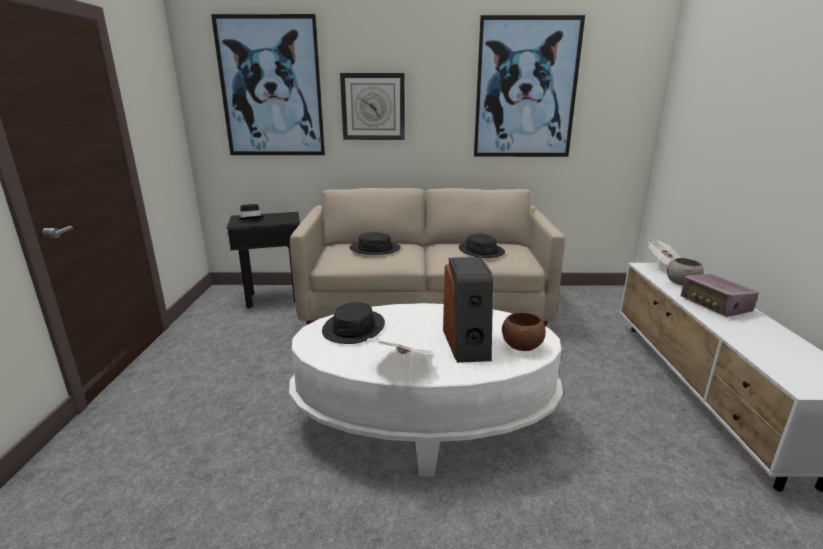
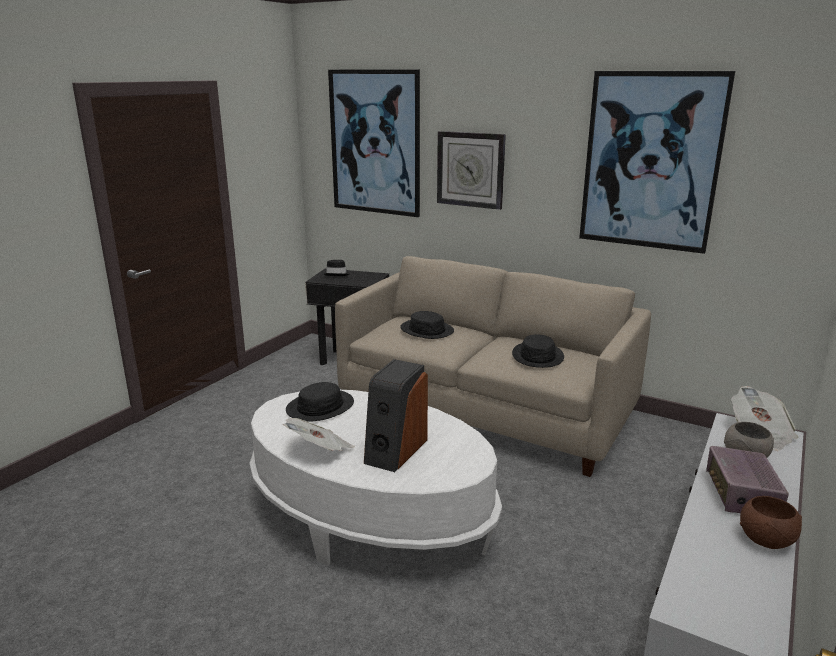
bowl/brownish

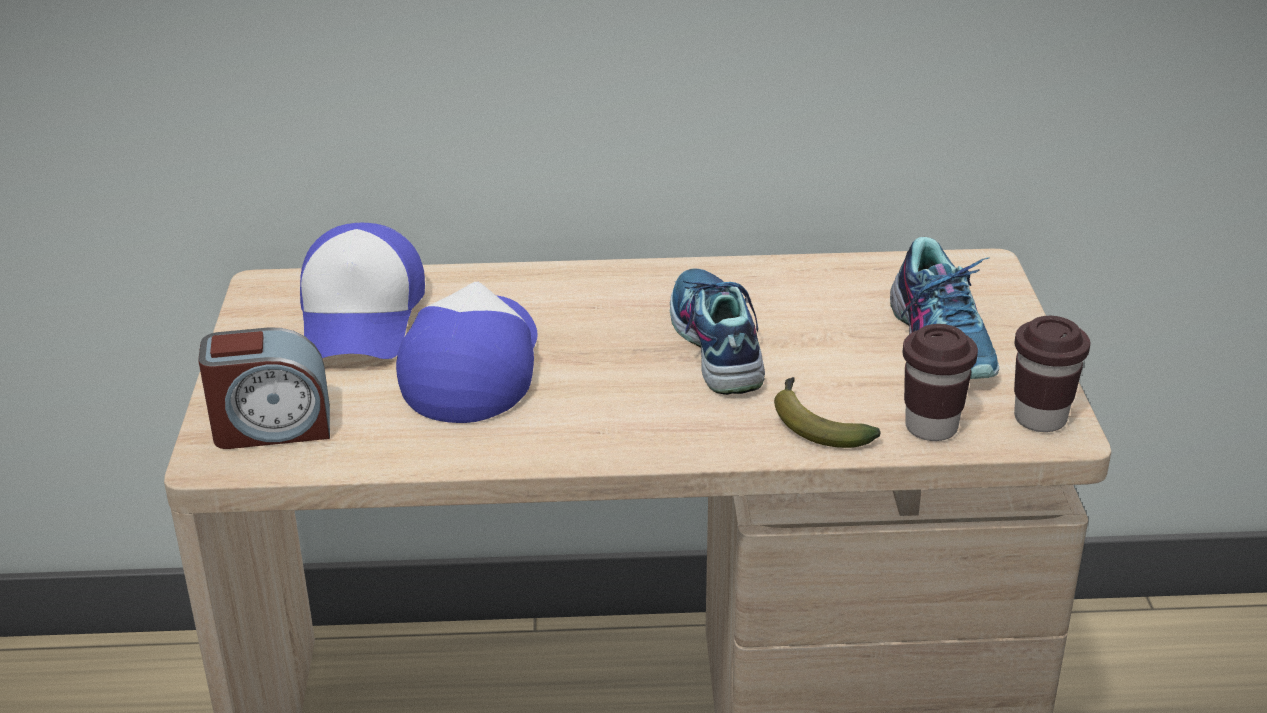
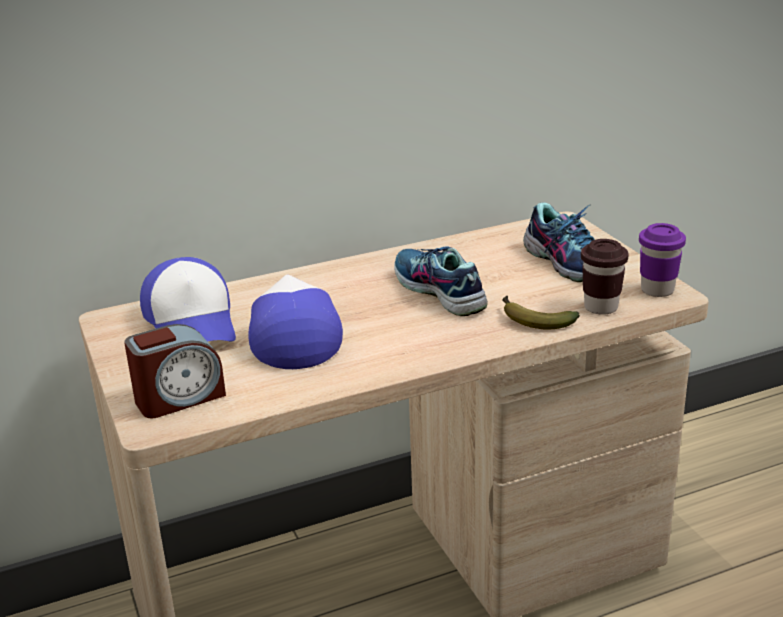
drinking cup/purple

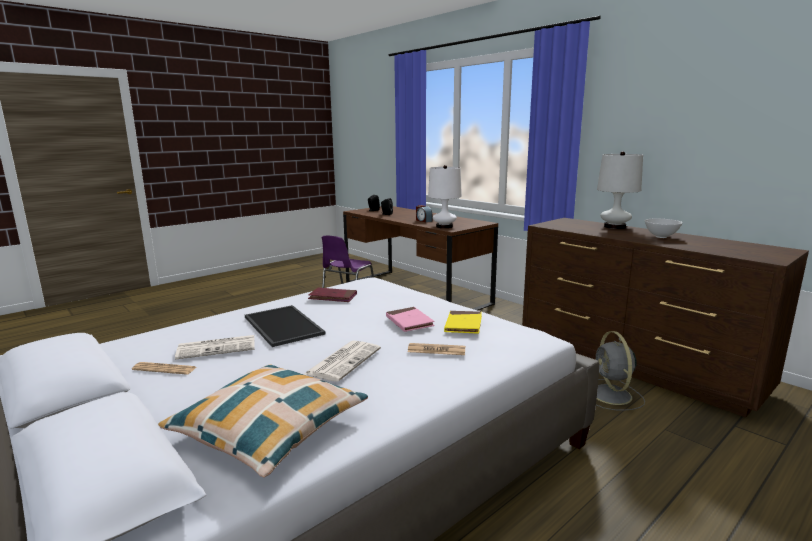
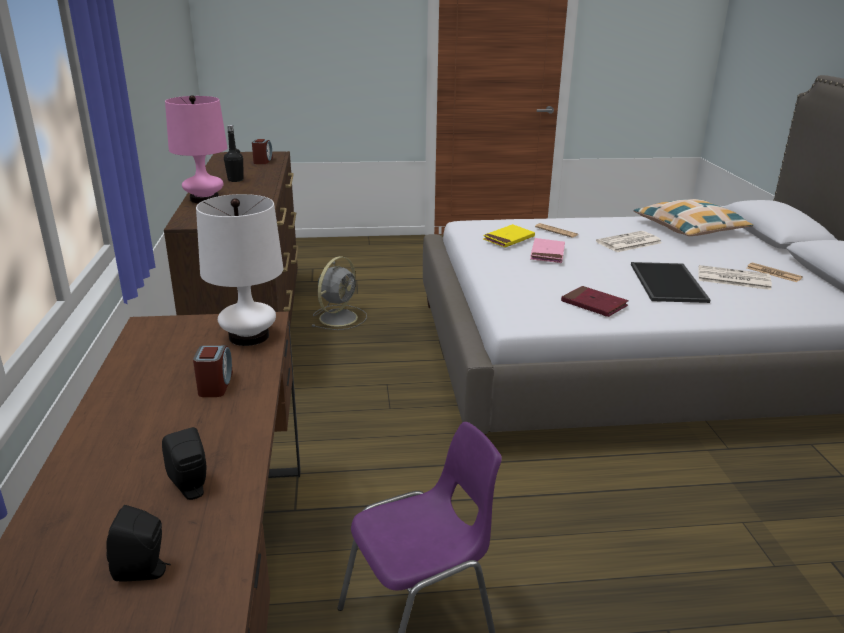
lamp for a table/pinkish
drink bottle/blackish
table clock (no. 2 from left)

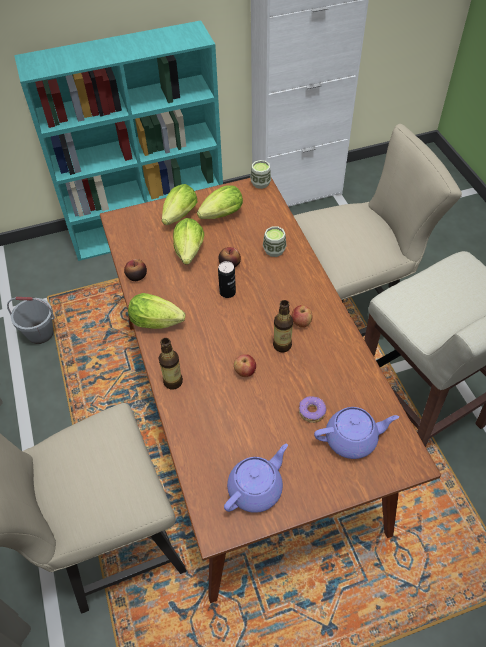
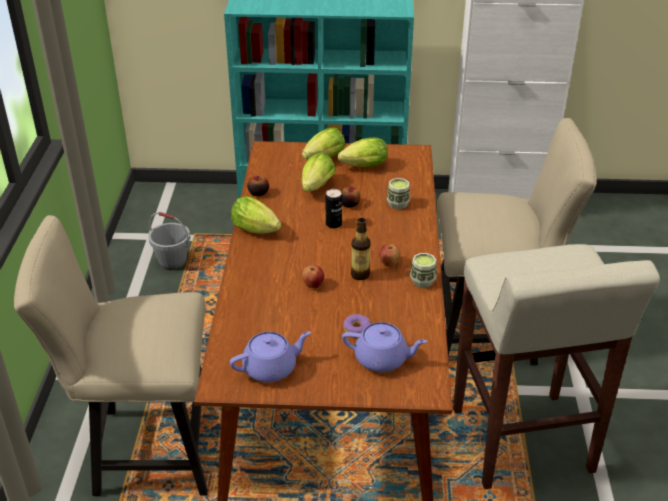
drink bottle (no. 1 from left in the first image)
drinking cup (no. 2 from left)

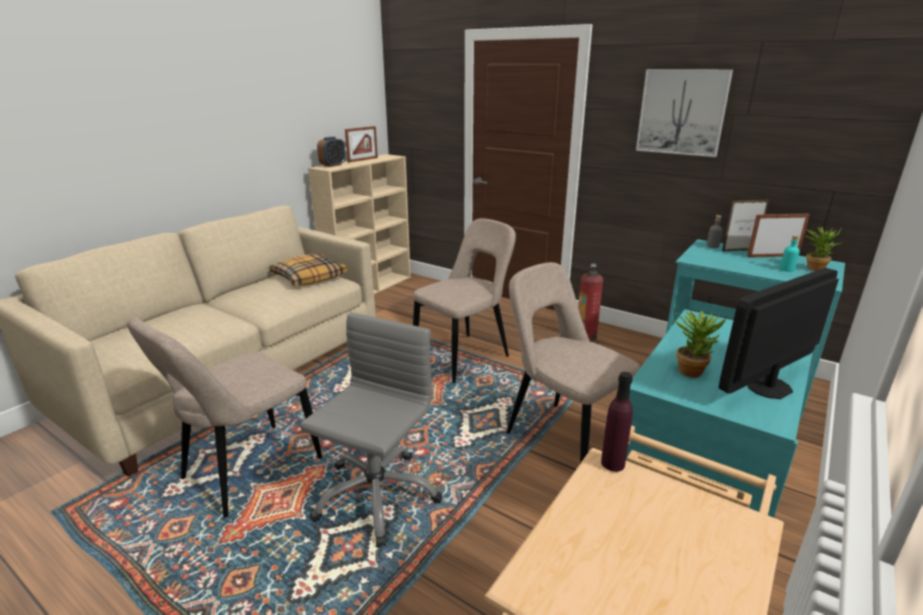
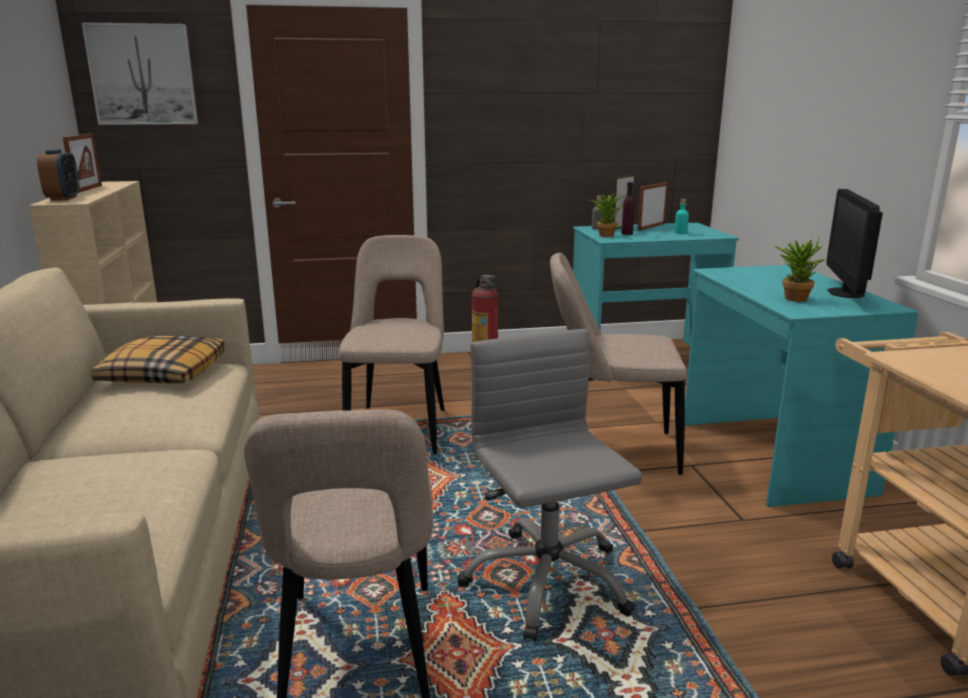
drink bottle/purple
wall picture
potted plant (no. 1 from left)

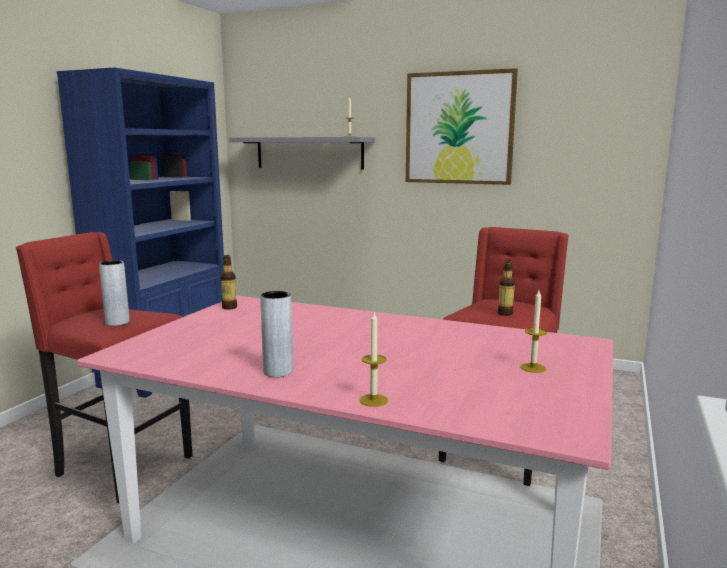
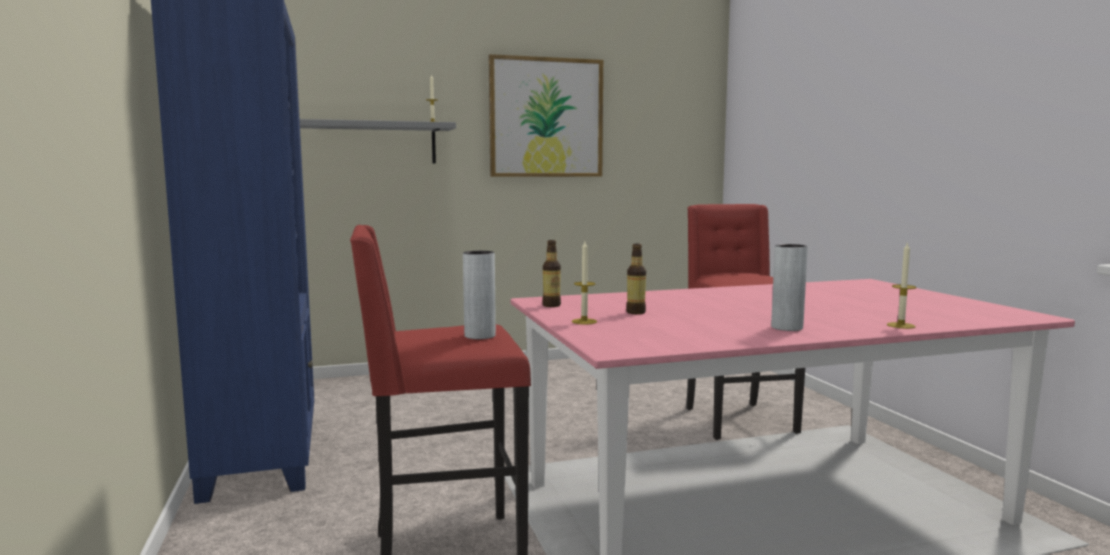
drink bottle (no. 2 from left)
candle (no. 2 from left)

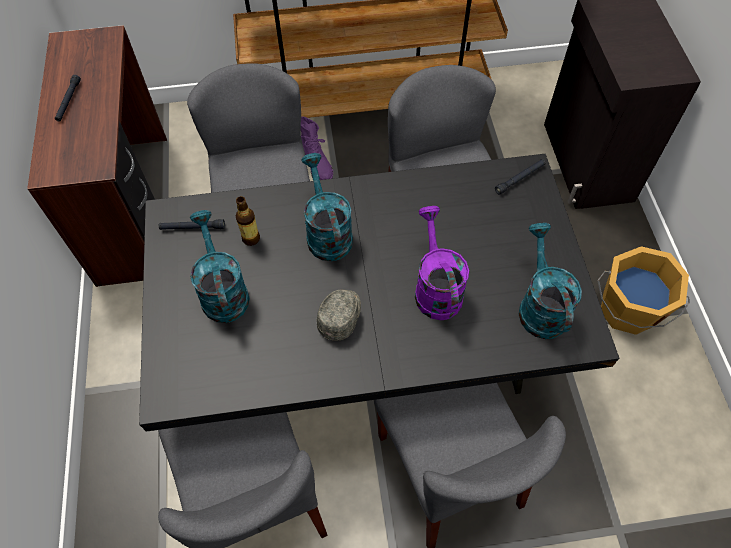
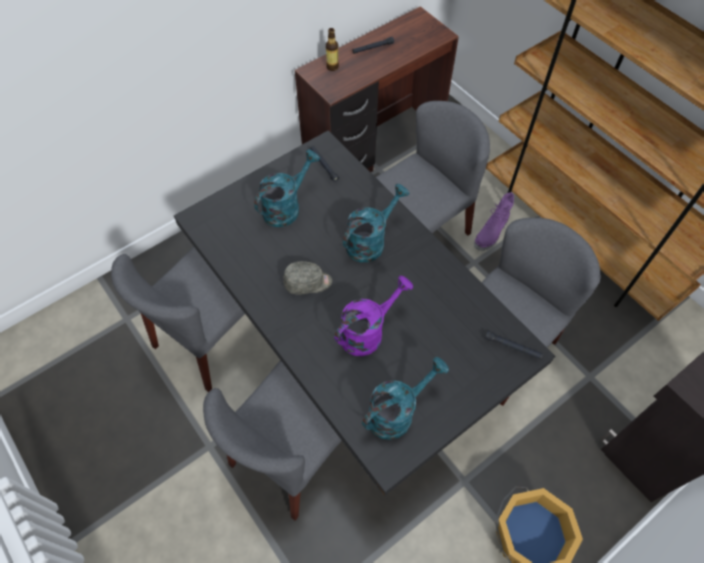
drink bottle

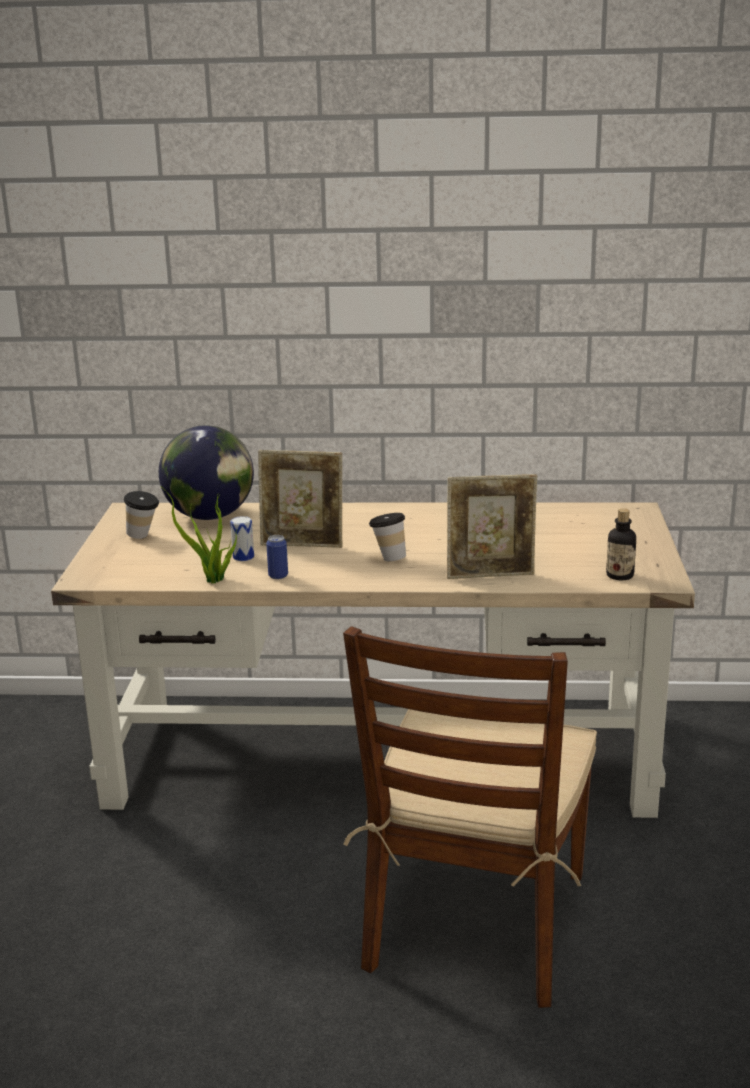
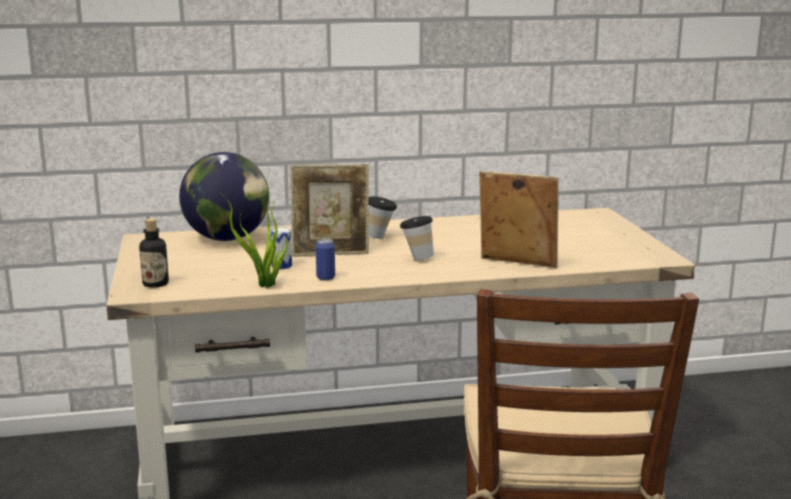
drinking cup (no. 1 from left)
standing frame (no. 2 from left)
drink bottle

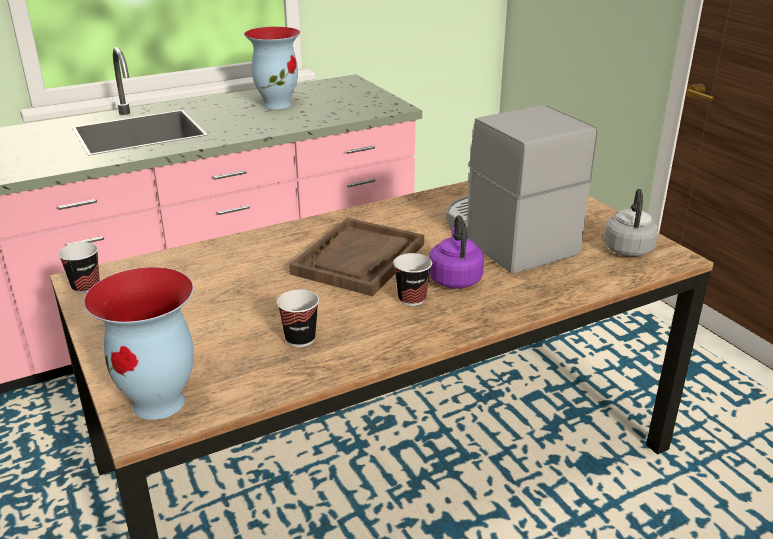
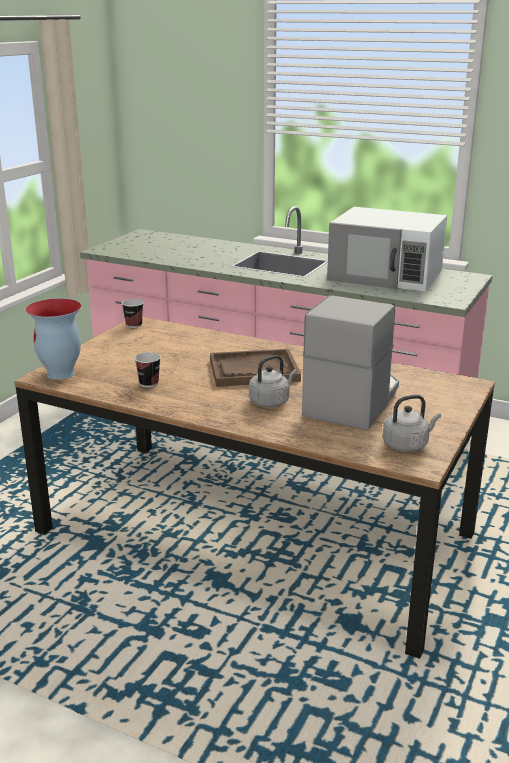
microwave/whitish
drinking cup (no. 3 from left in the first image)
tea kettle/gray (no. 1 from left)

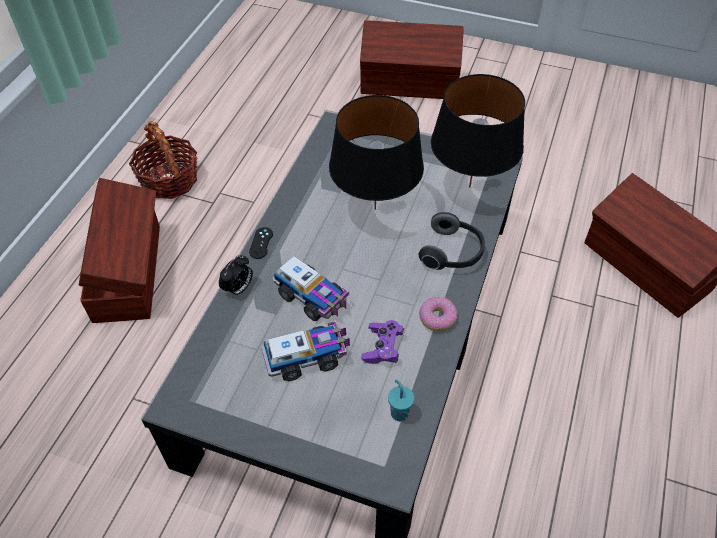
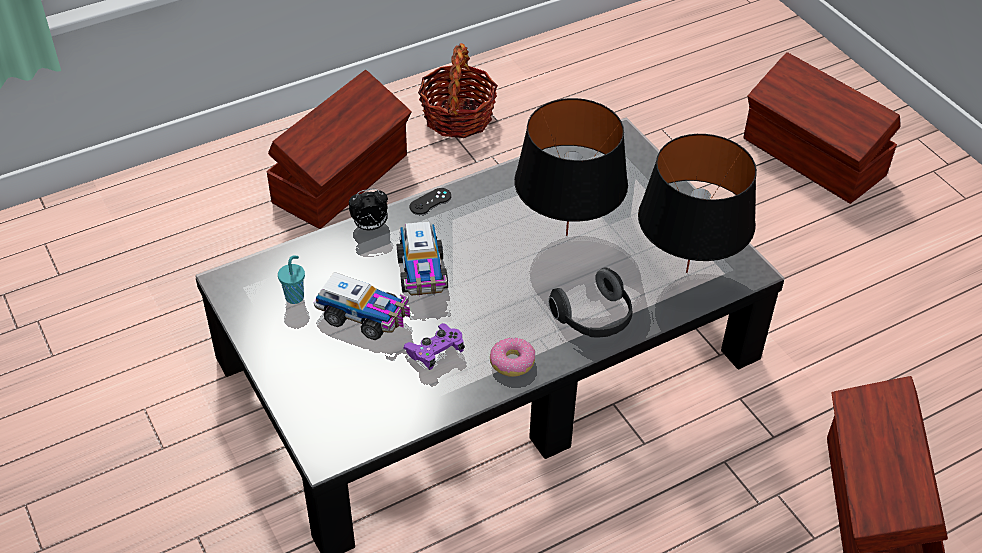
drinking cup/blue-green

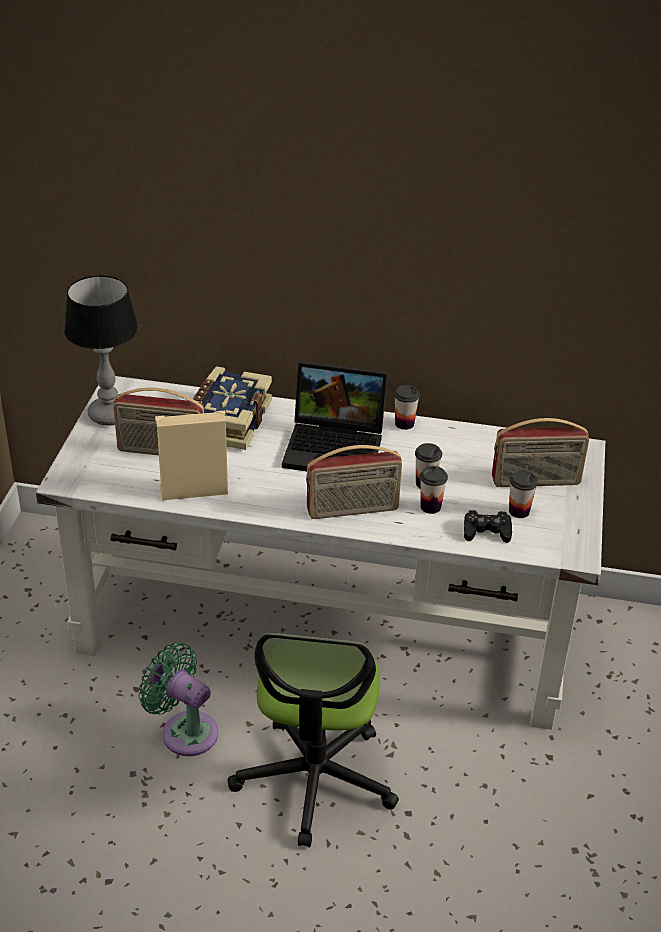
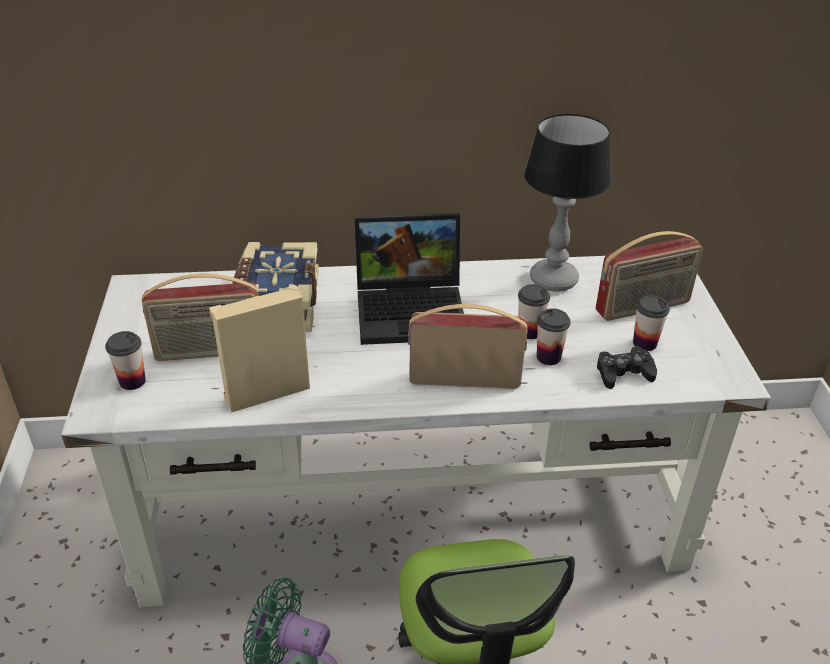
lamp for a table
radio (no. 2 from left)
drinking cup (no. 1 from left)

